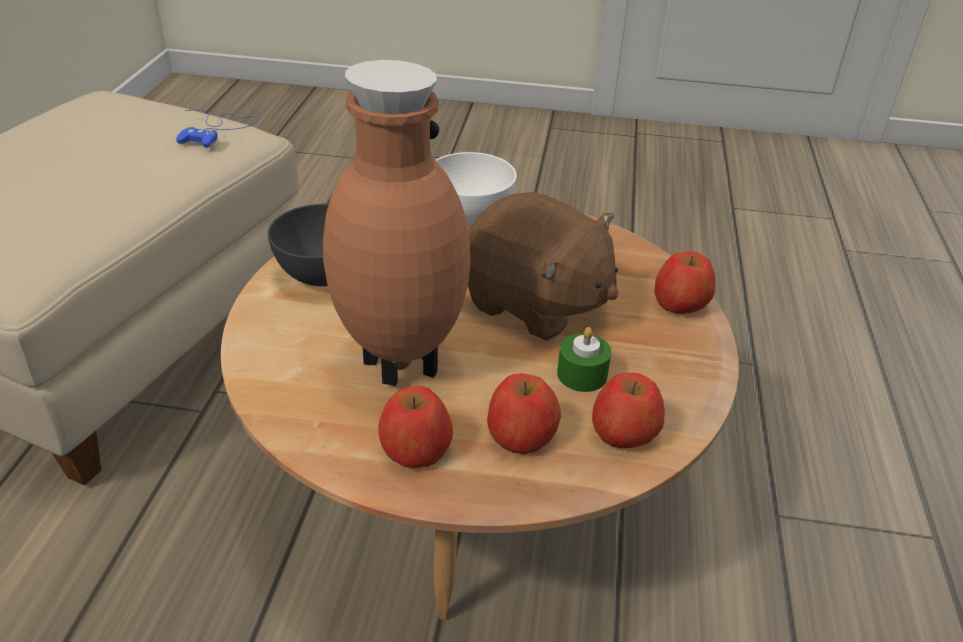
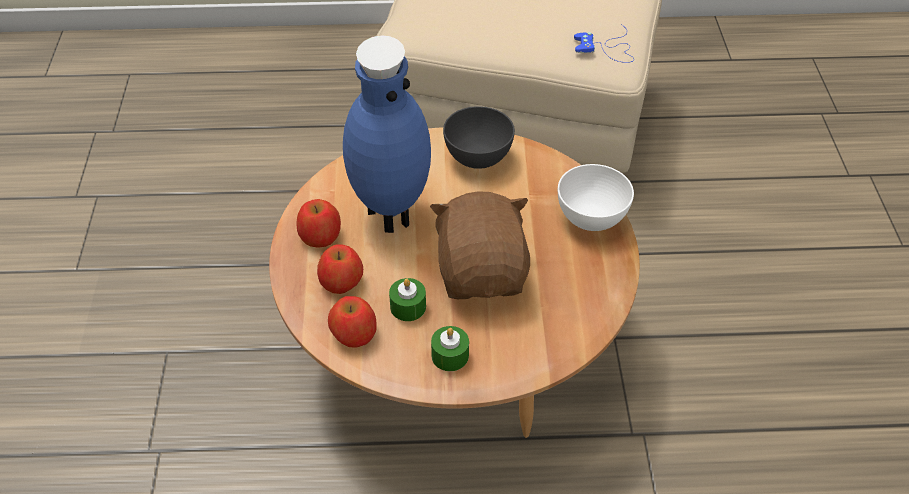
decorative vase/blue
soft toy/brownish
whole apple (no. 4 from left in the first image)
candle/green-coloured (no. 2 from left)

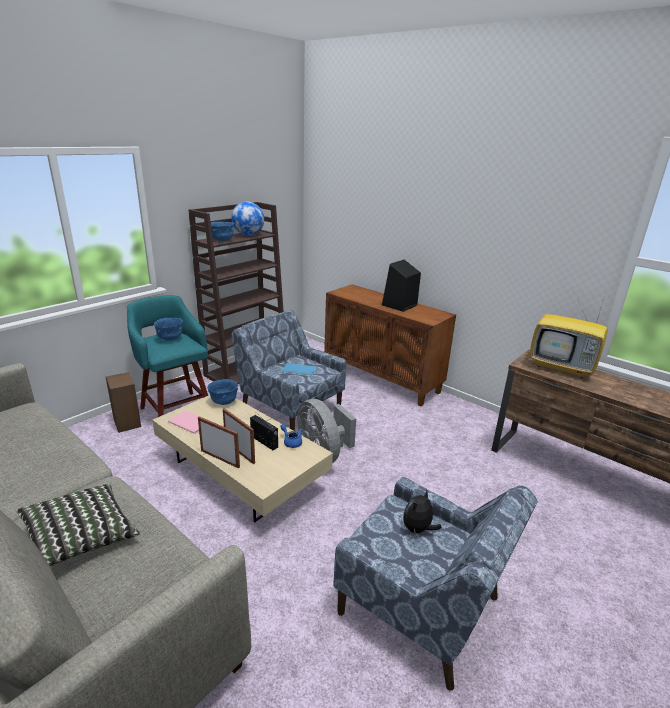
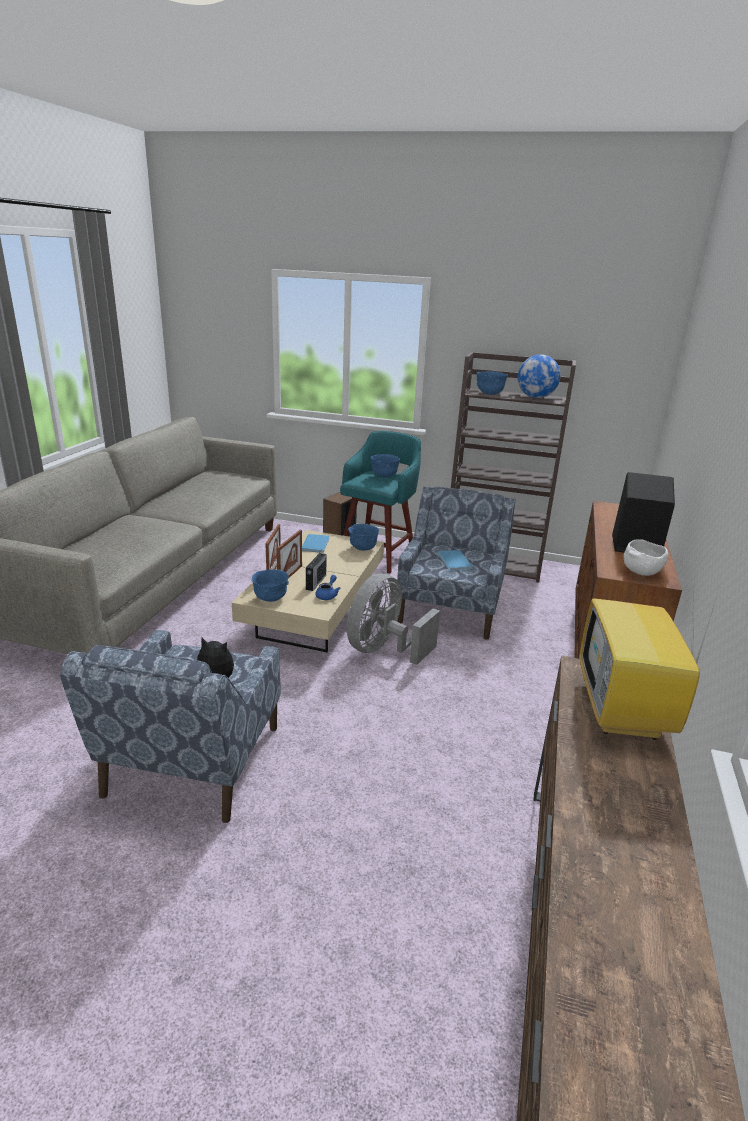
throw pillow
book/blue (no. 1 from left)
bowl/blue (no. 1 from left)
bowl/whitish

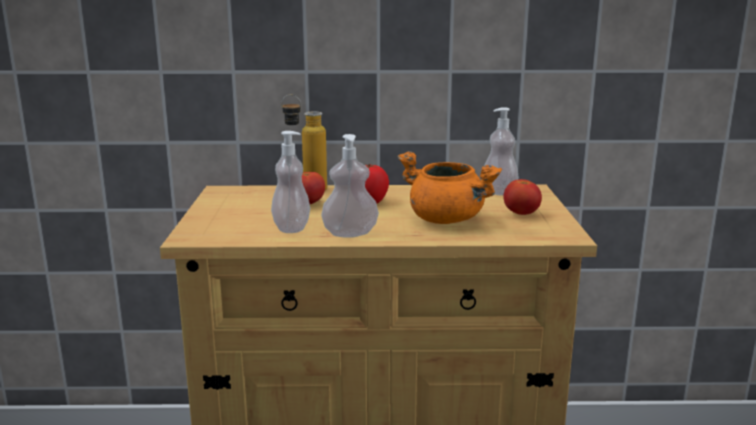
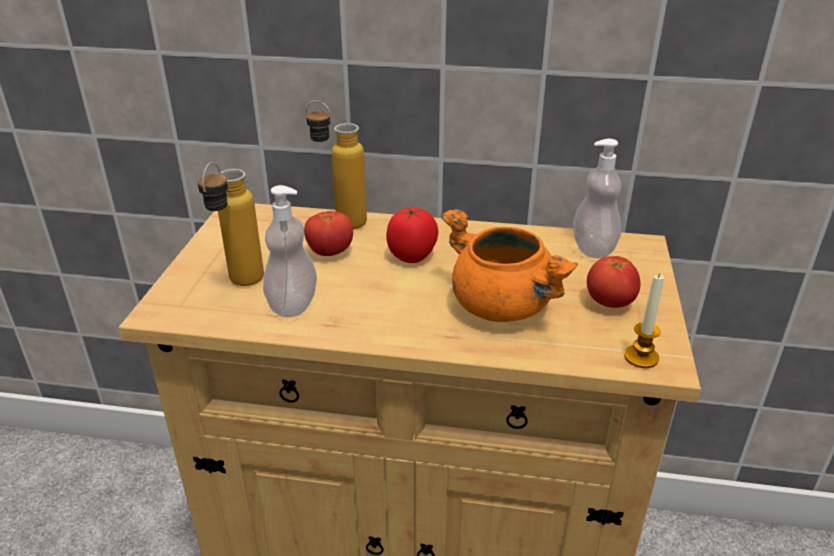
soap bottle (no. 2 from left in the first image)
drink bottle (no. 1 from left)
candle

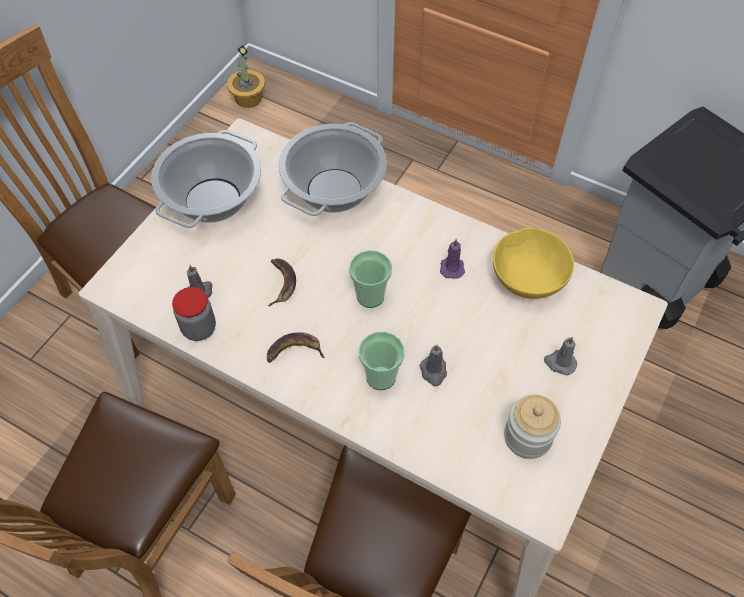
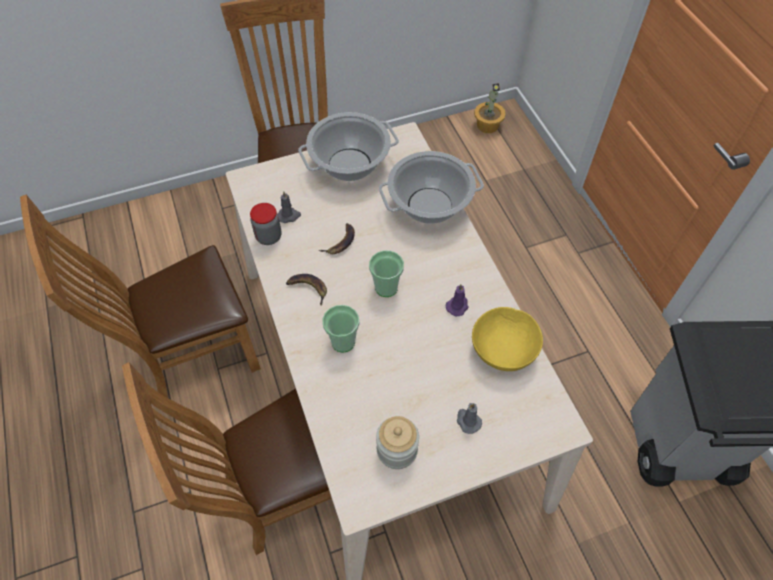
candle/gray (no. 2 from left in the first image)

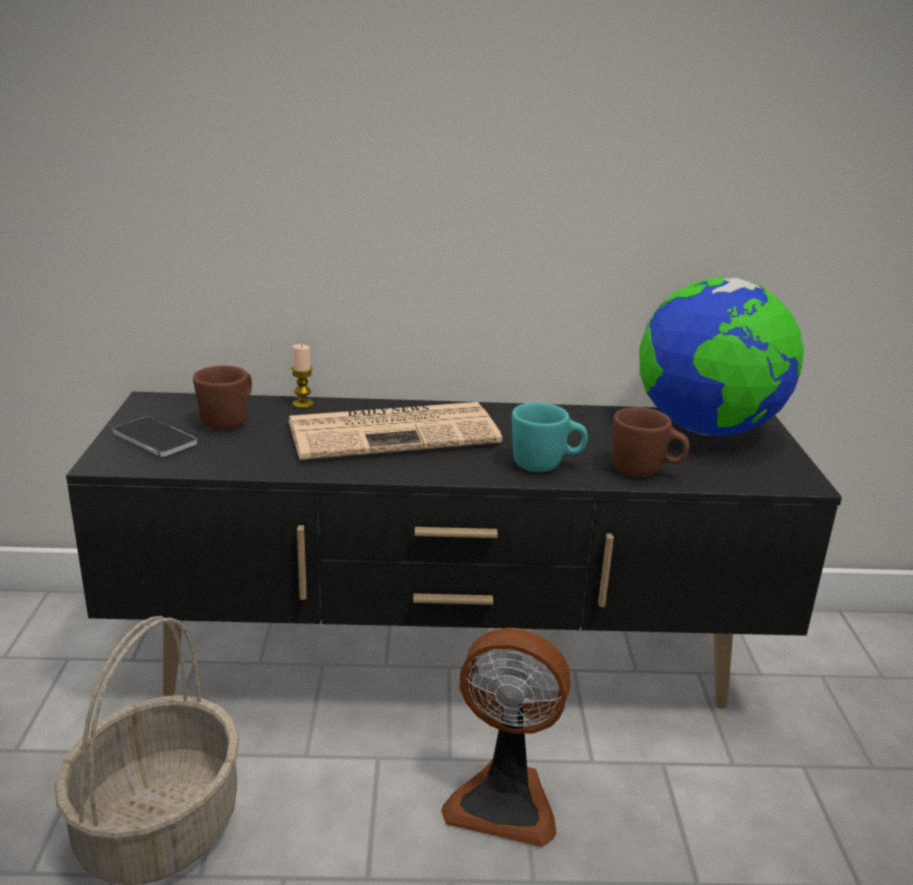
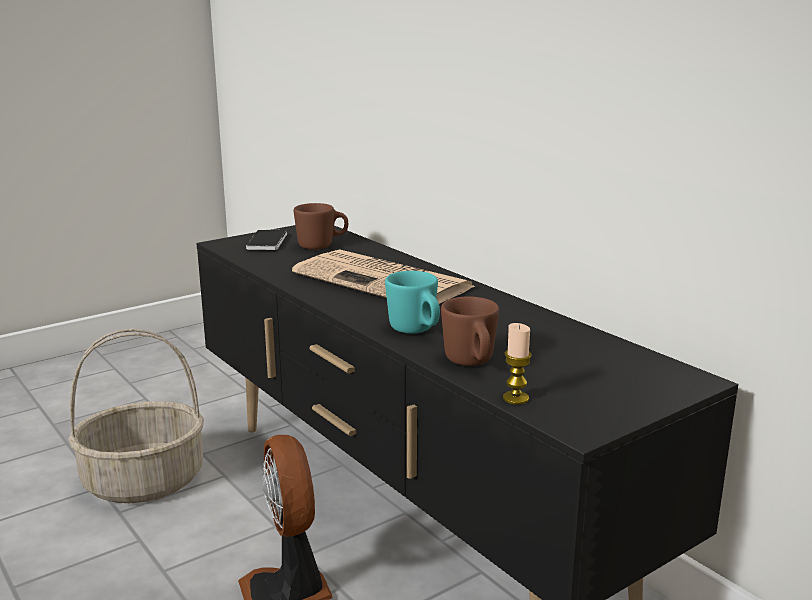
candle
world globe

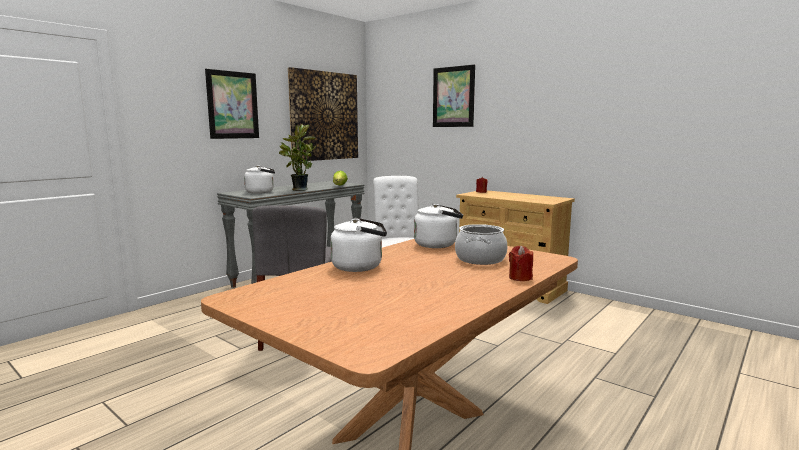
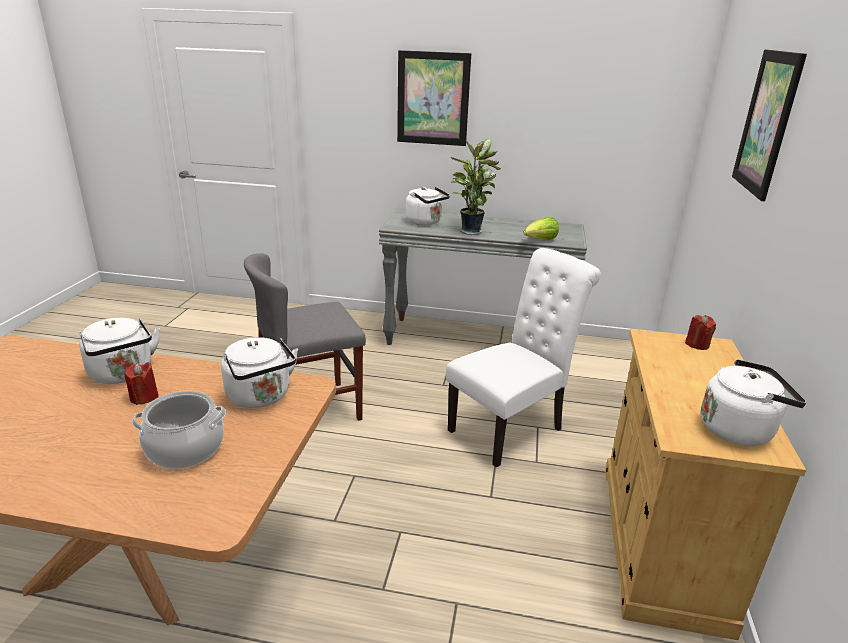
wall picture (no. 2 from left in the first image)
candle/red-coloured (no. 1 from left)
tea kettle/whitish (no. 4 from left)

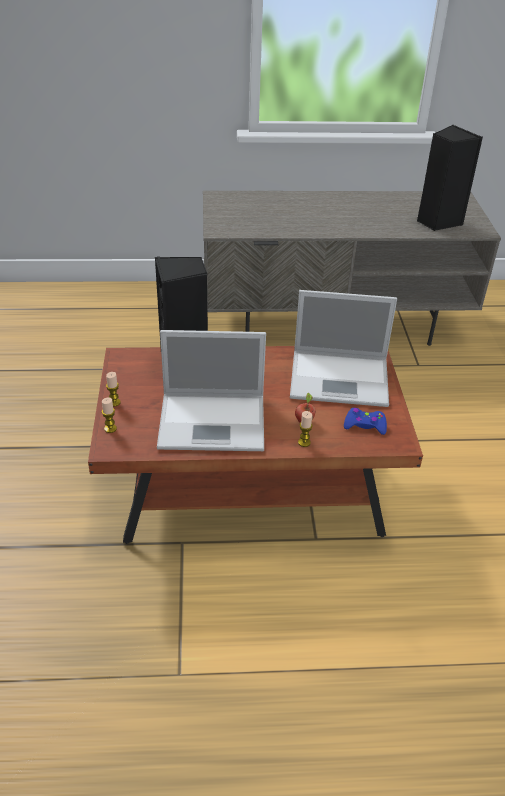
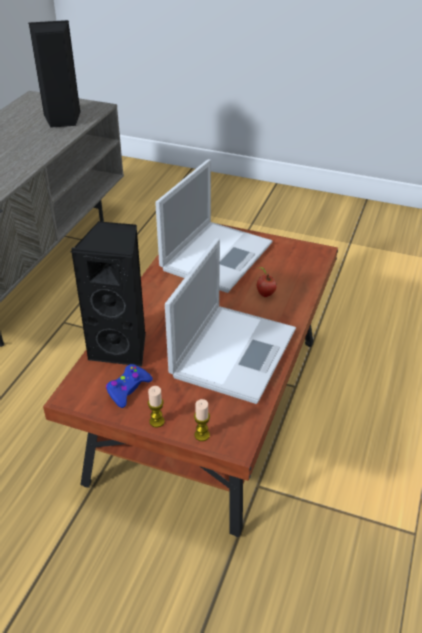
candle (no. 3 from left in the first image)
gamepad/blue

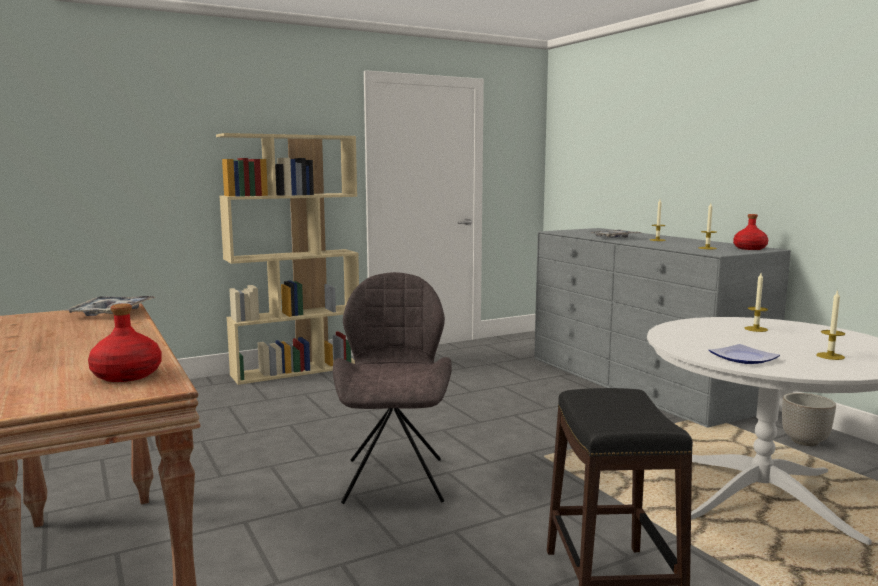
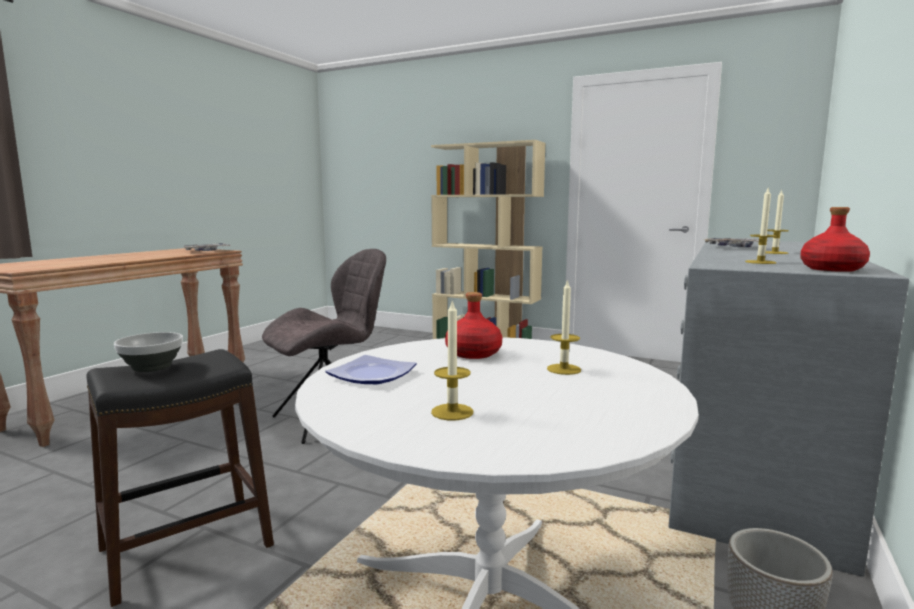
drink bottle/red-coloured (no. 1 from left)
bowl

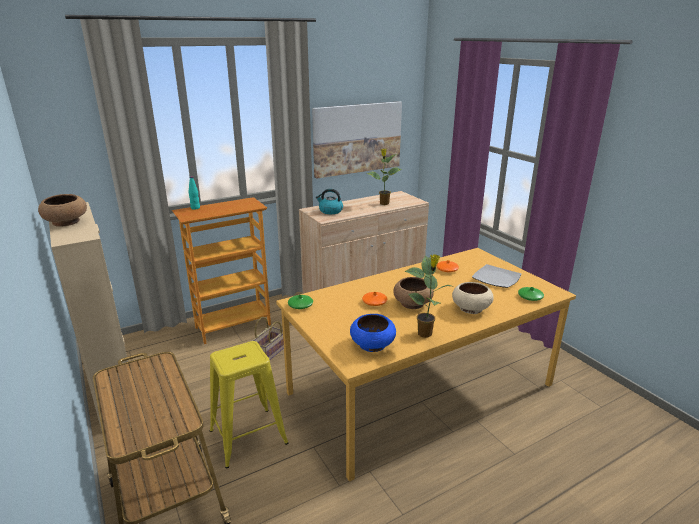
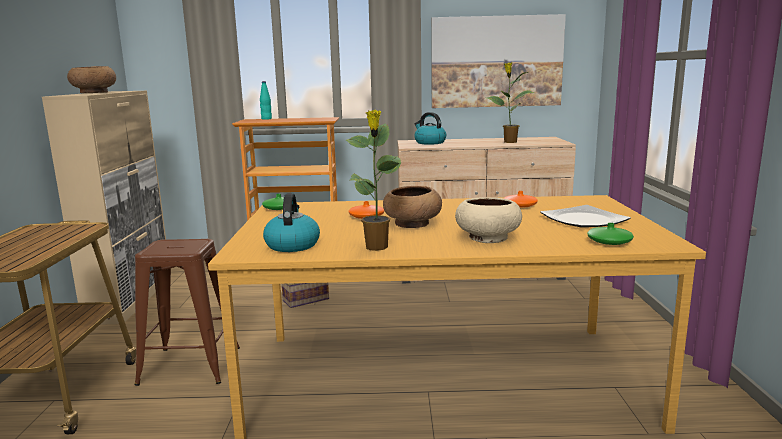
stool/brownish
tea kettle (no. 1 from left)

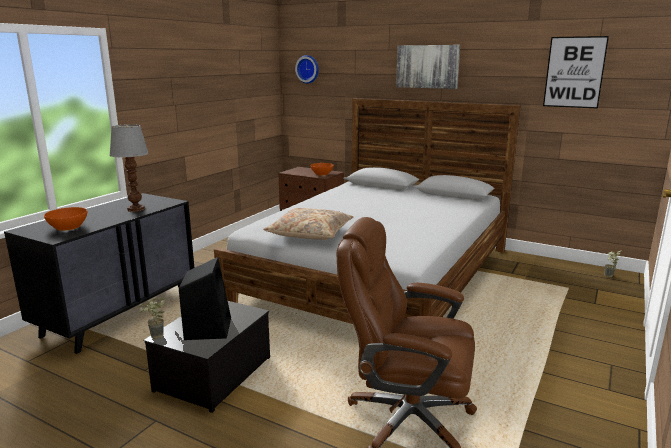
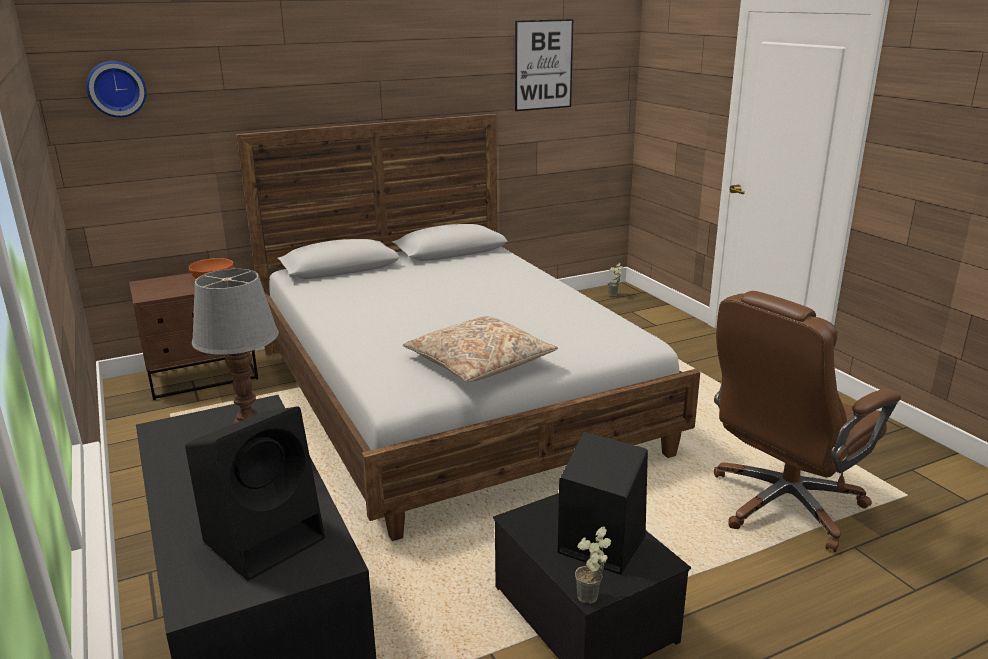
speaker/blackish (no. 1 from left)
wall picture (no. 1 from left in the first image)

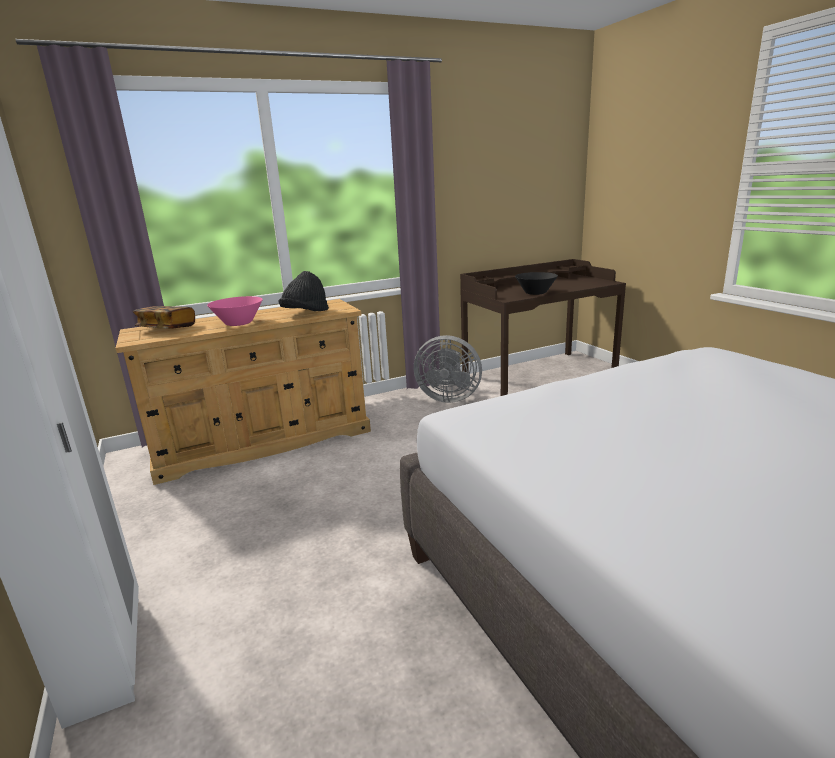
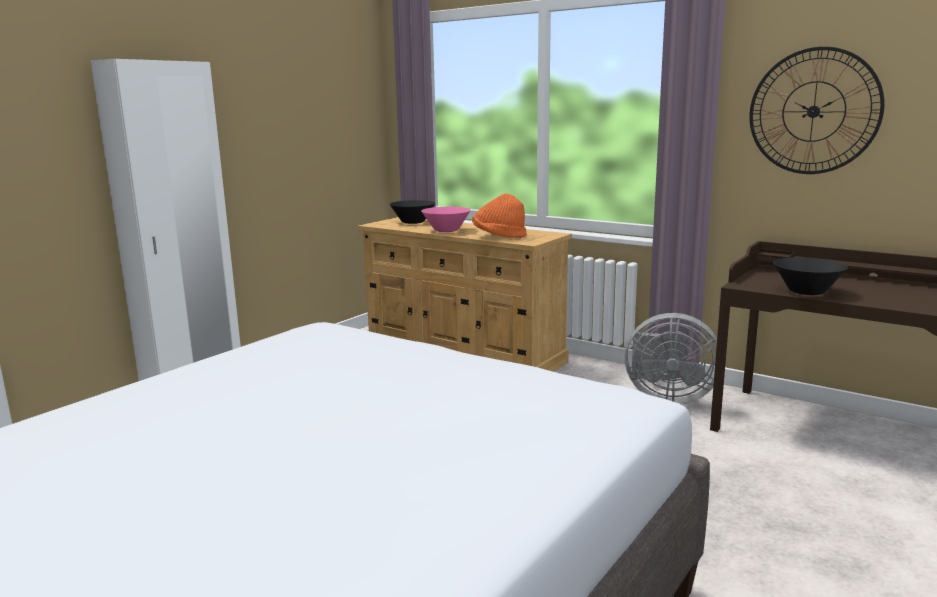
bowl/blackish (no. 1 from left)
hat/orangey
cooling fan/gray
clock on the wall

